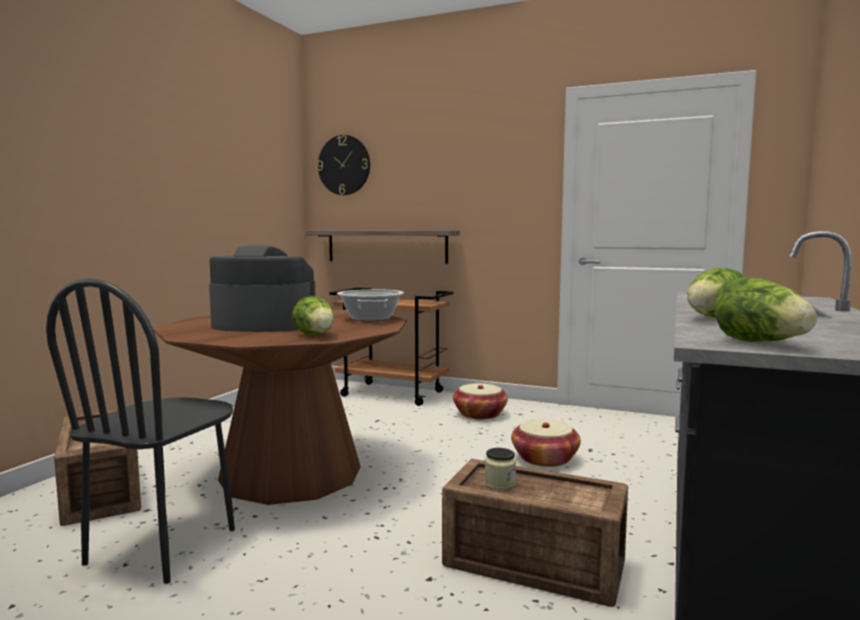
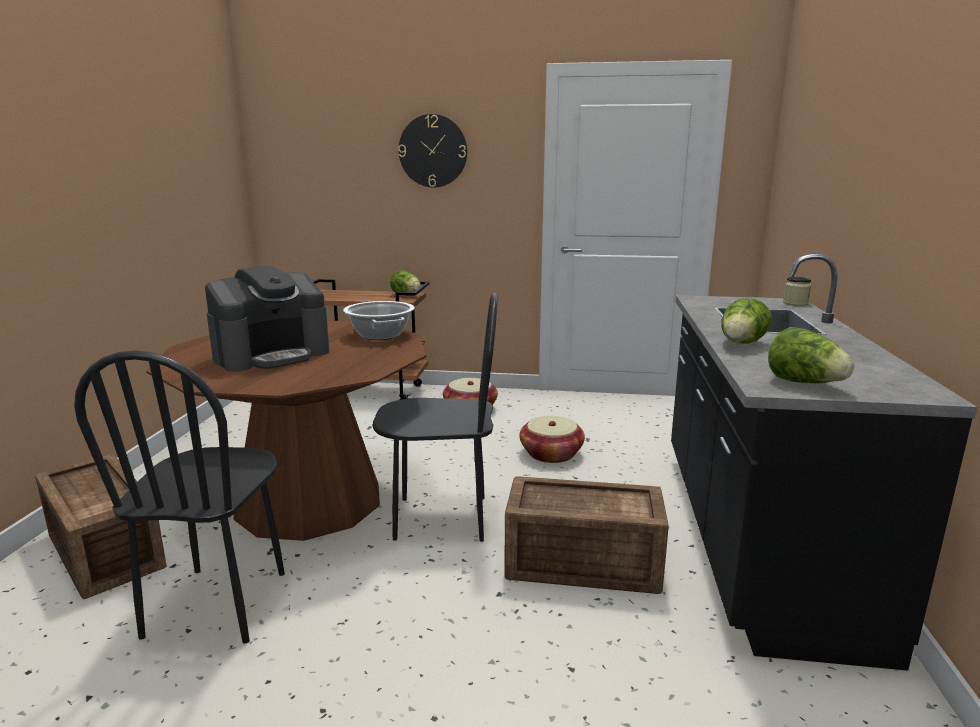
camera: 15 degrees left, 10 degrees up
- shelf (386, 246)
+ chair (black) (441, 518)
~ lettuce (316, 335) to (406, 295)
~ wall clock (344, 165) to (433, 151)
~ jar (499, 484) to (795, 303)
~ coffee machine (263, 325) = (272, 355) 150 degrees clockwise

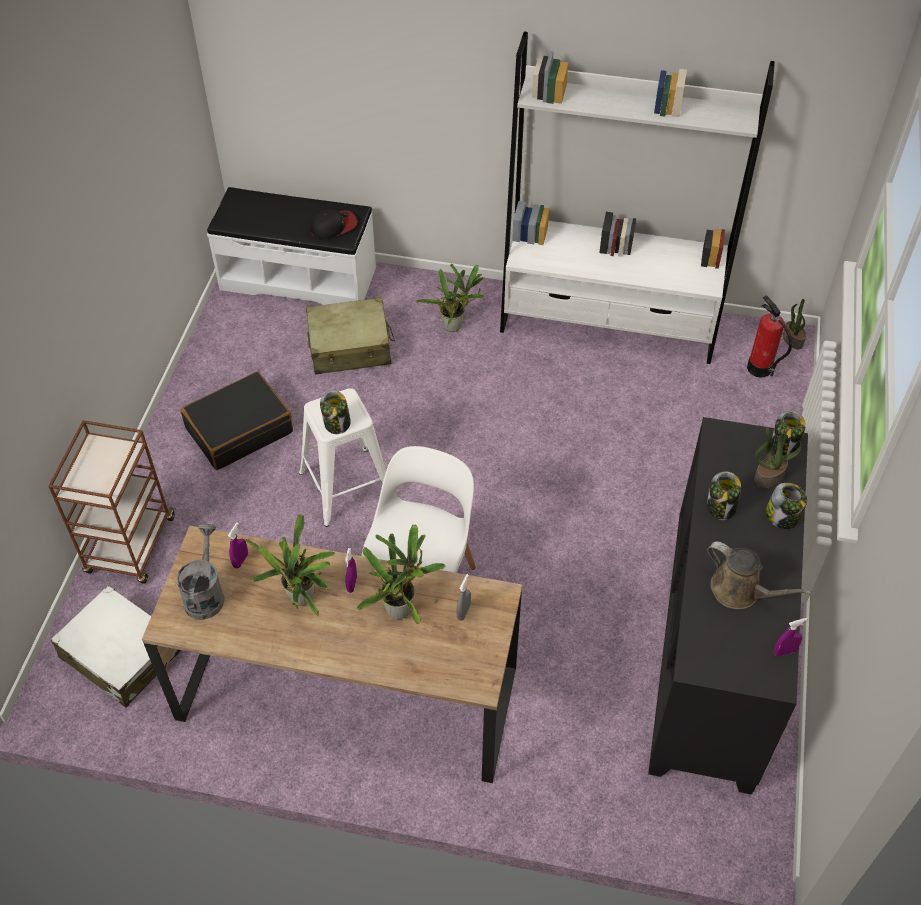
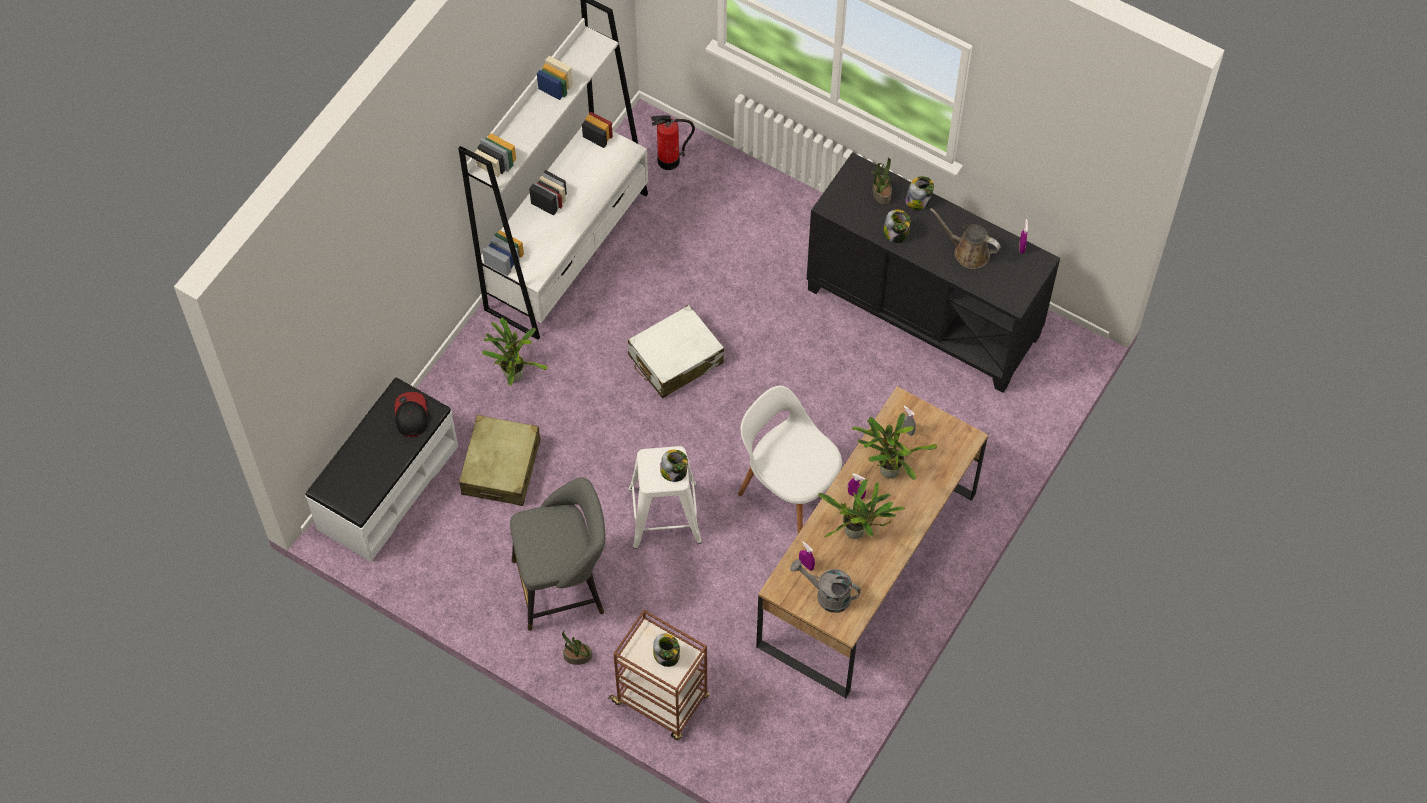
camera: 70 degrees left, 10 degrees up
~ suitcase (white) (120, 655) to (675, 359)
~ jar (785, 447) to (667, 655)
~ potted plant (792, 339) to (577, 657)
~ suitcase (black) (239, 430) to stool (grey) (564, 585)
~ watering can (brown) (740, 591) = (968, 252) 120 degrees counterclockwise

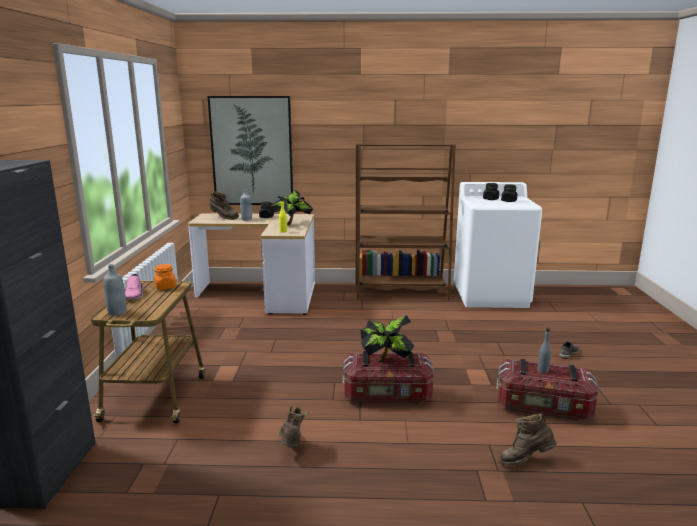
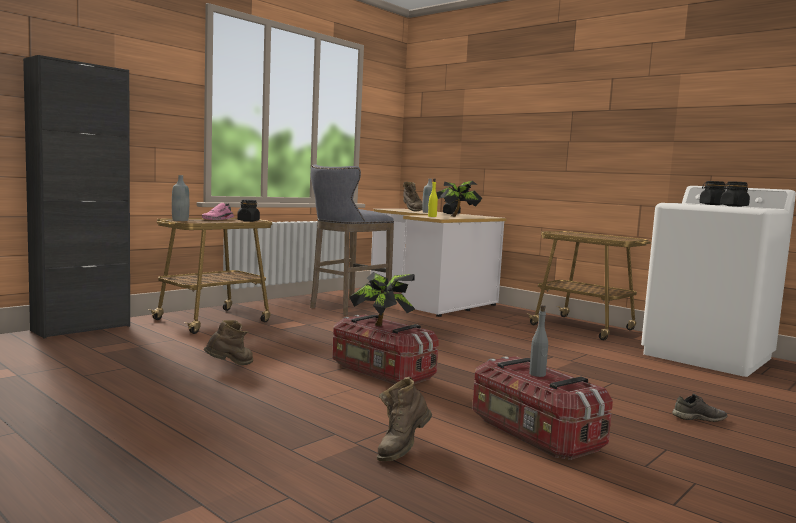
camera: 40 degrees right, 10 degrees down
- picture (252, 151)
+ stool (grey) (347, 308)
~ bookcase (brown) (401, 292) to cart (584, 328)
~ jar (orange) (165, 287) to jar (black) (248, 221)
~ boot (brown) (525, 460) = (401, 450) 90 degrees counterclockwise

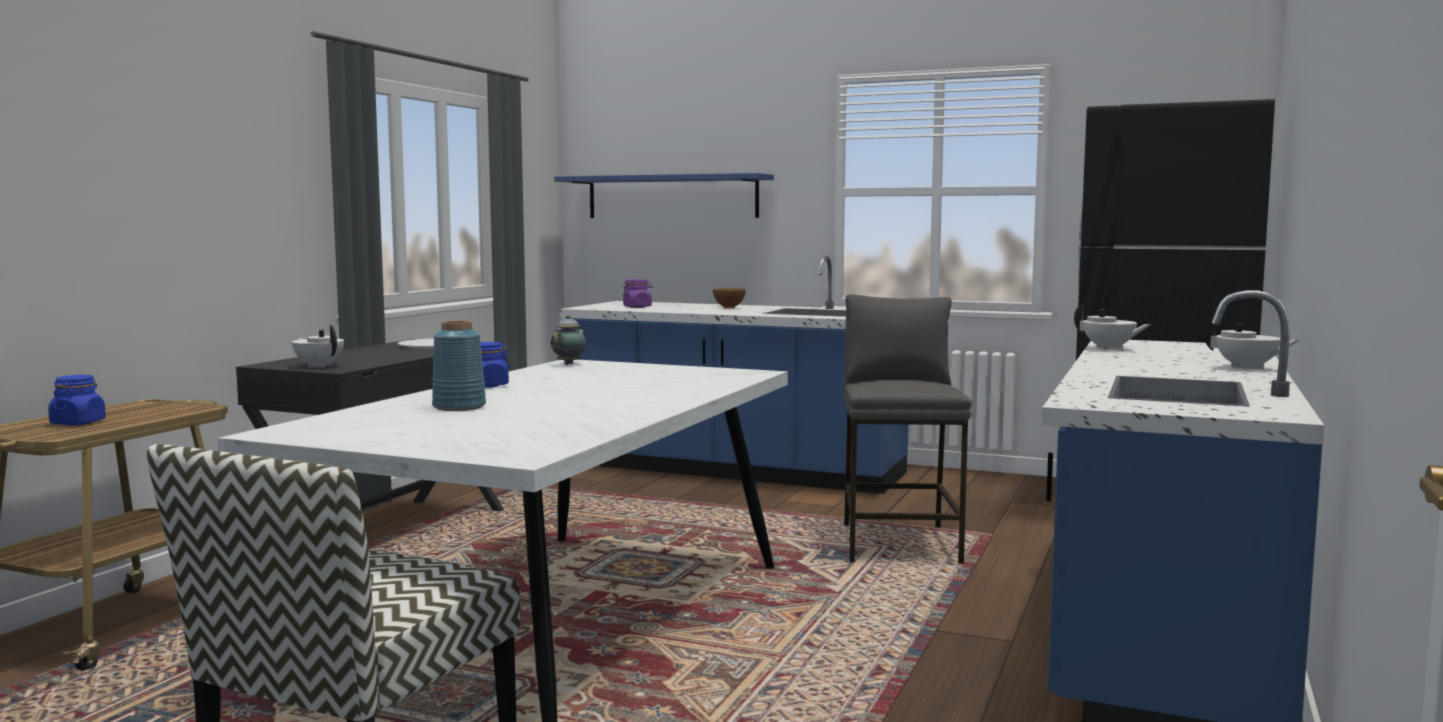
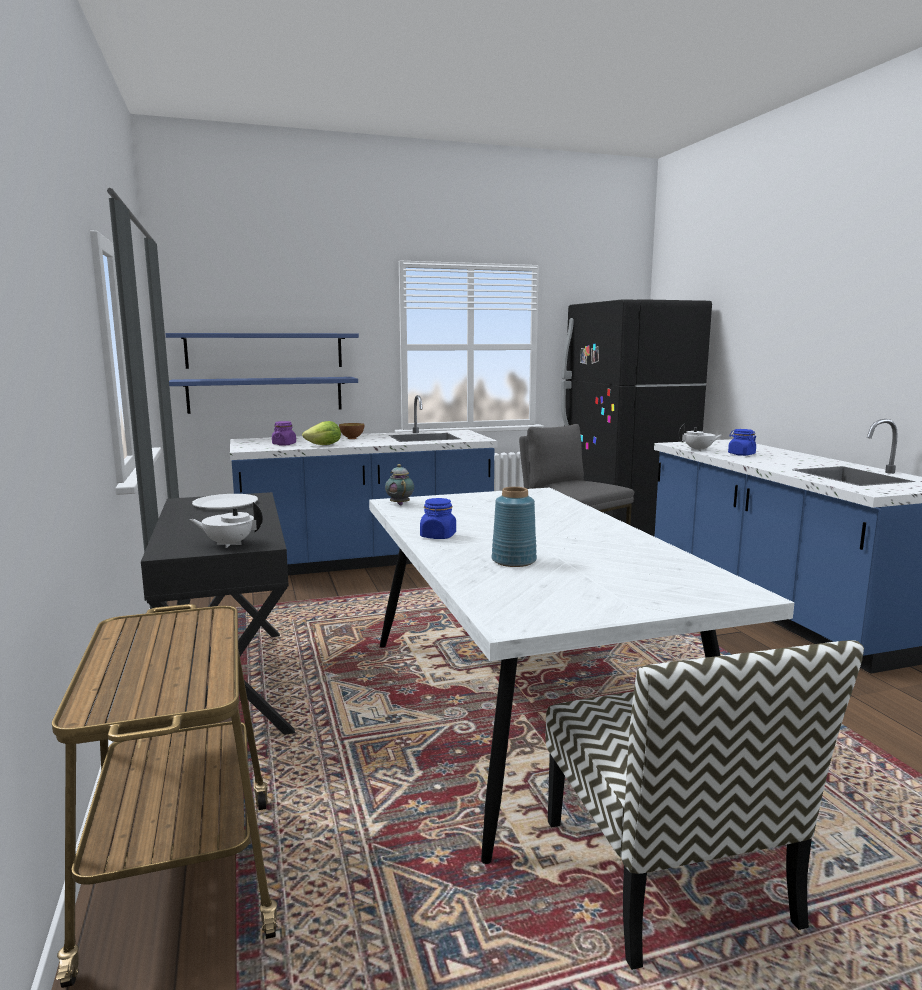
camera: 40 degrees left, 5 degrees up
- teapot (white) (1247, 368)
+ shelf (blue) (265, 394)
+ lettuce (324, 445)
~ jar (blue) (78, 423) to (741, 454)

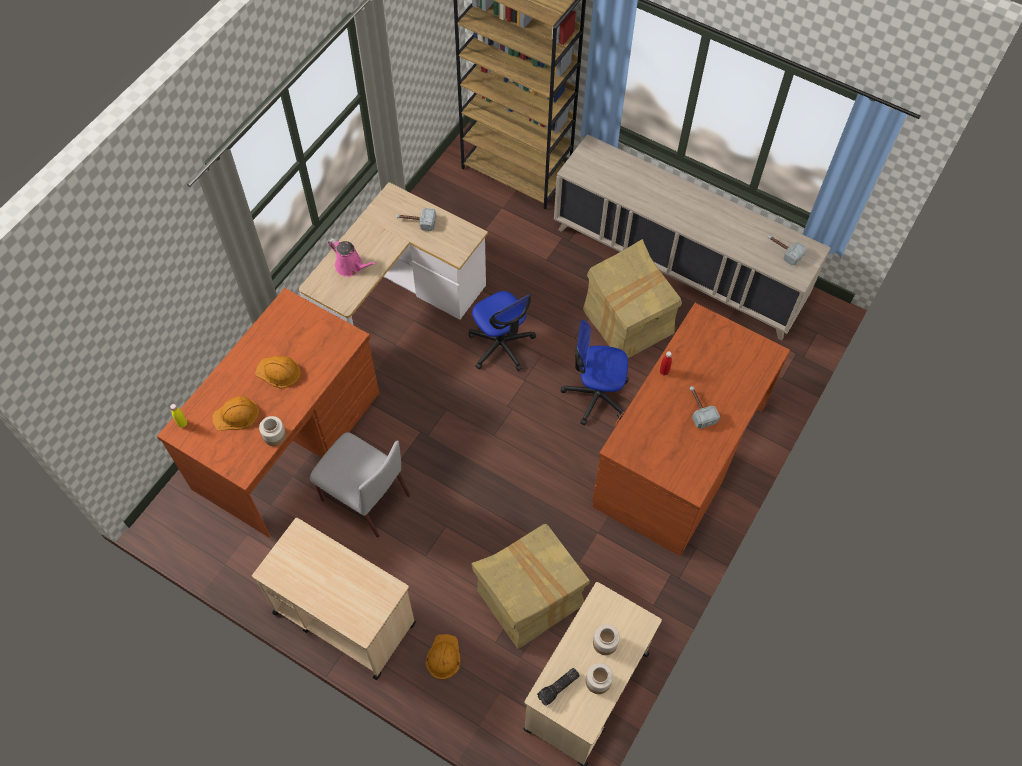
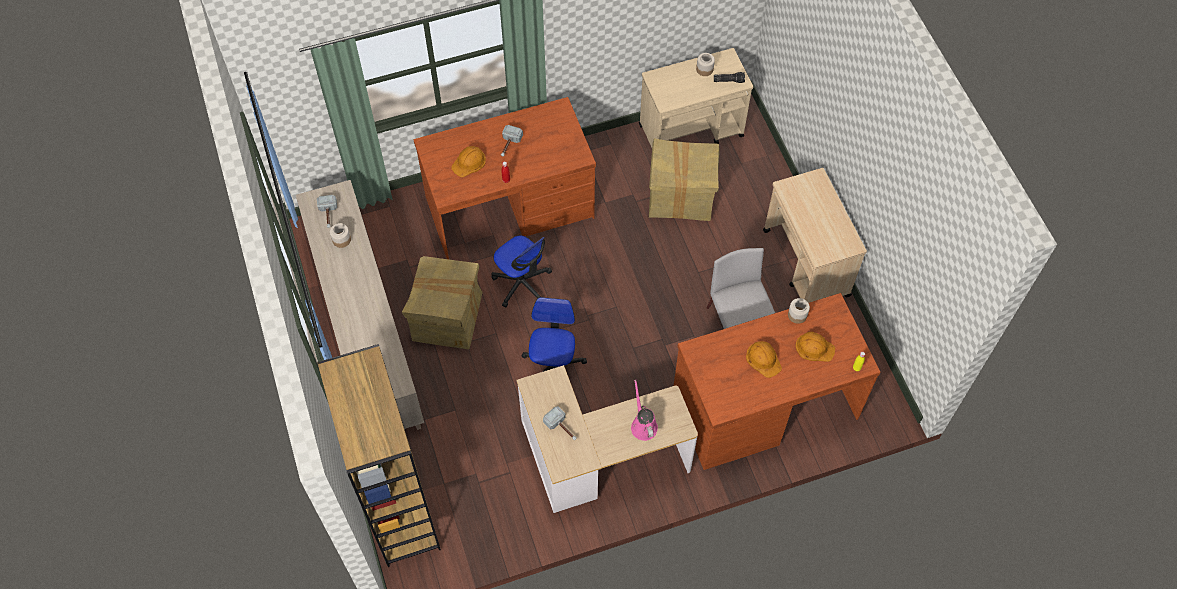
camera: 140 degrees left, 0 degrees up
~ hard hat (orange) (443, 657) to (469, 162)
~ jar (605, 642) to (341, 240)

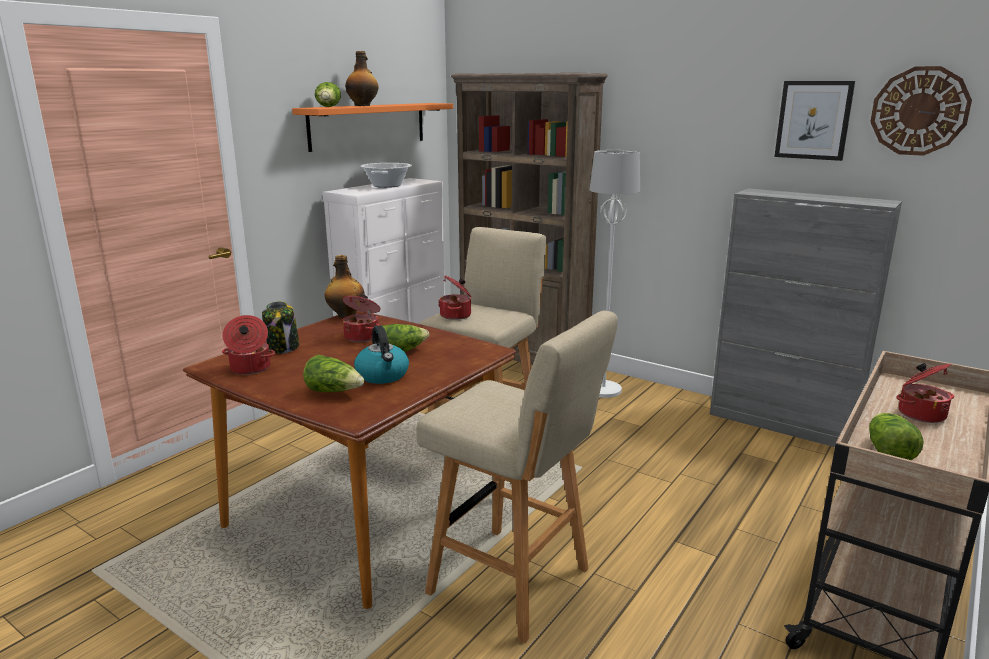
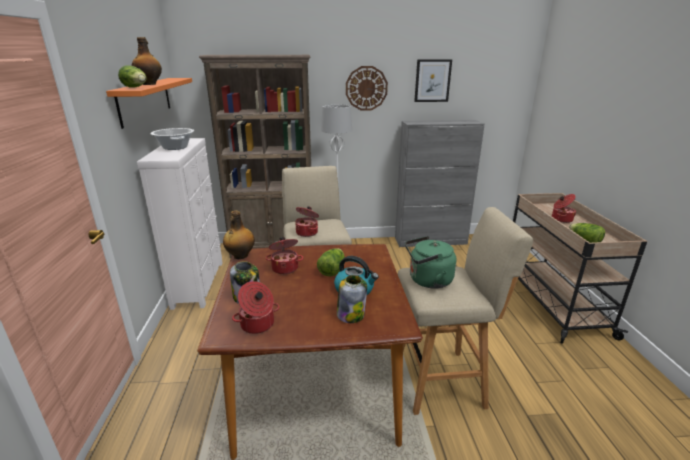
camera: 40 degrees left, 5 degrees up
+ kettle (green) (427, 281)
~ wall clock (919, 111) to (366, 88)
~ lettuce (334, 391) to jar (351, 315)

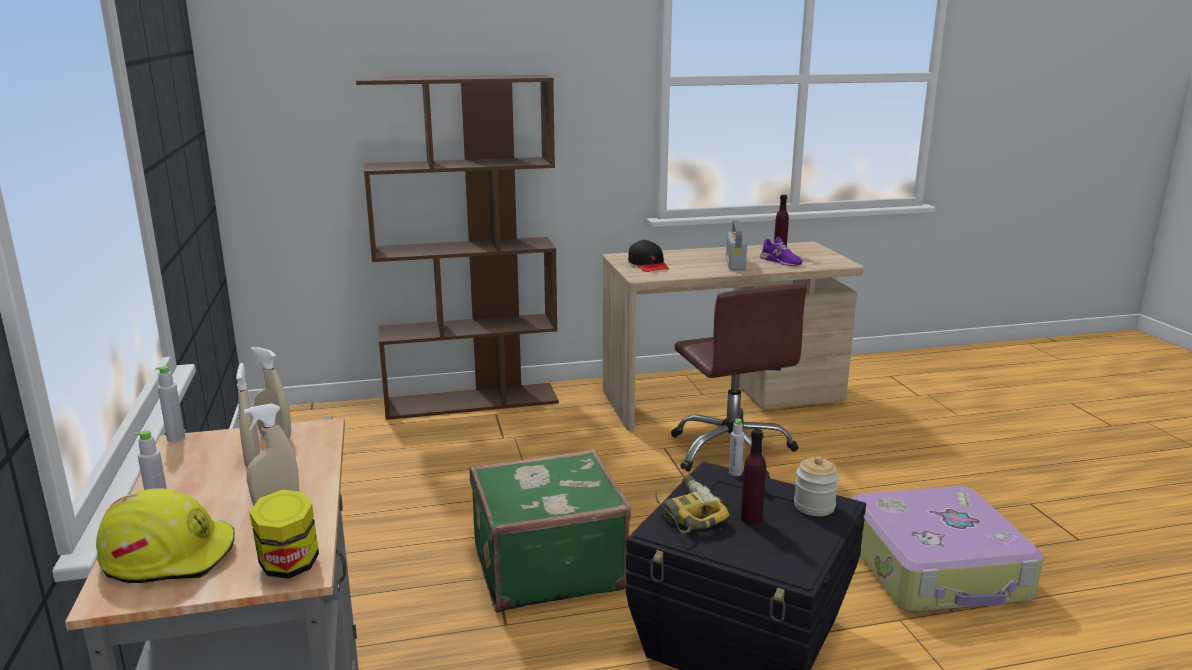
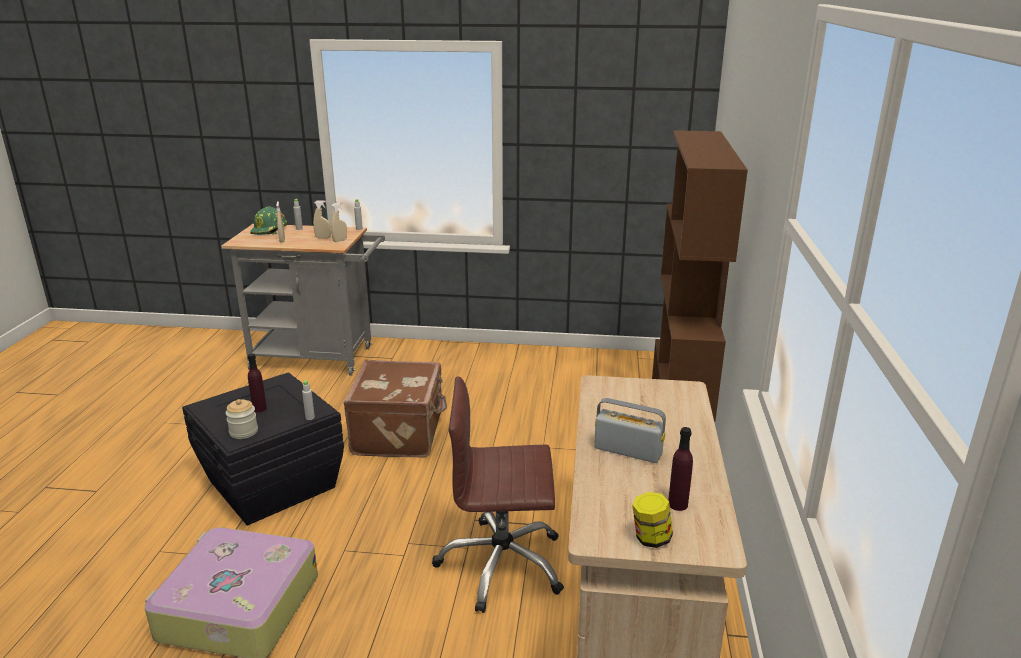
camera: 110 degrees right, 5 degrees up
- cap (black) (648, 265)
- power drill (686, 513)
- shoe (purple) (780, 261)
~ jar (289, 566) to (650, 538)
~ hard hat (yellow) (170, 555) to hard hat (green) (270, 230)
~ suitcase (green) (546, 567) to suitcase (brown) (400, 433)

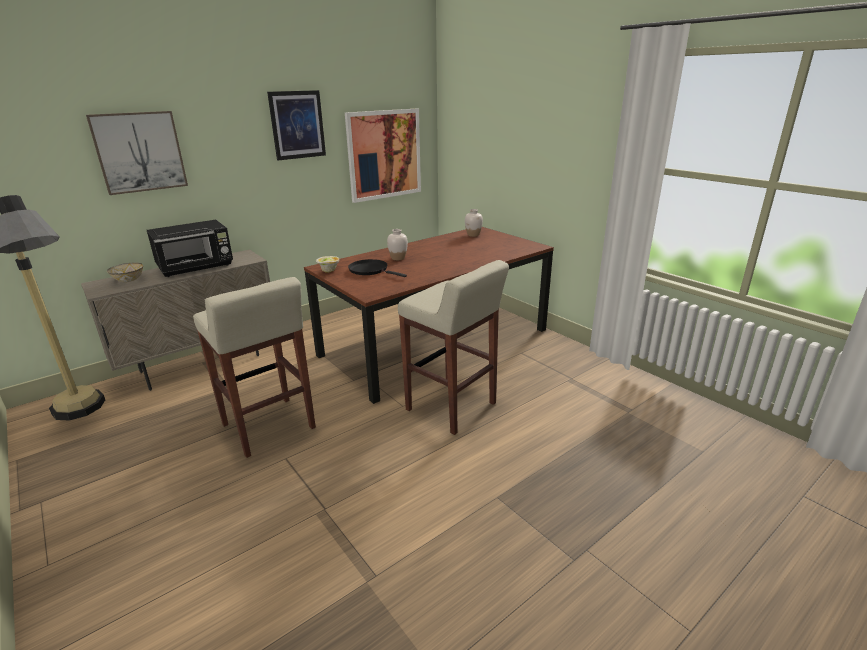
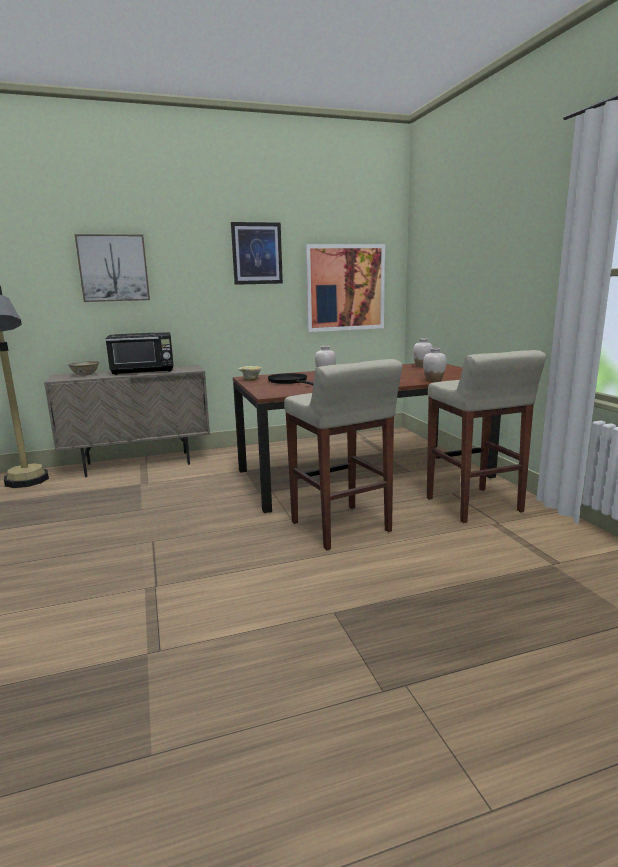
camera: 20 degrees right, 10 degrees down
+ vase (white) (433, 381)
~ stool (beige) (269, 427) to (474, 505)

